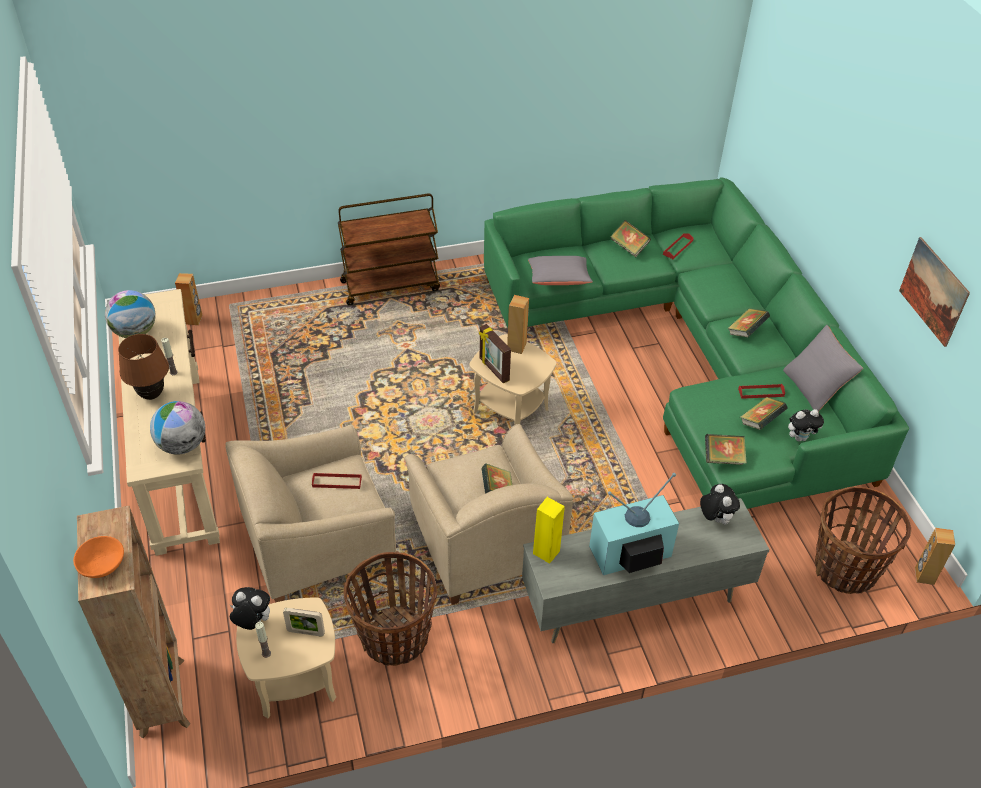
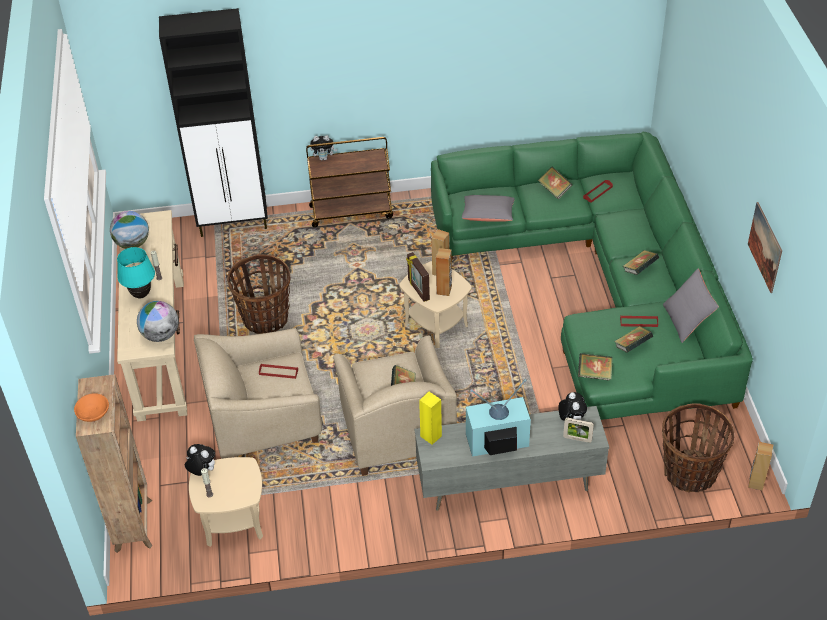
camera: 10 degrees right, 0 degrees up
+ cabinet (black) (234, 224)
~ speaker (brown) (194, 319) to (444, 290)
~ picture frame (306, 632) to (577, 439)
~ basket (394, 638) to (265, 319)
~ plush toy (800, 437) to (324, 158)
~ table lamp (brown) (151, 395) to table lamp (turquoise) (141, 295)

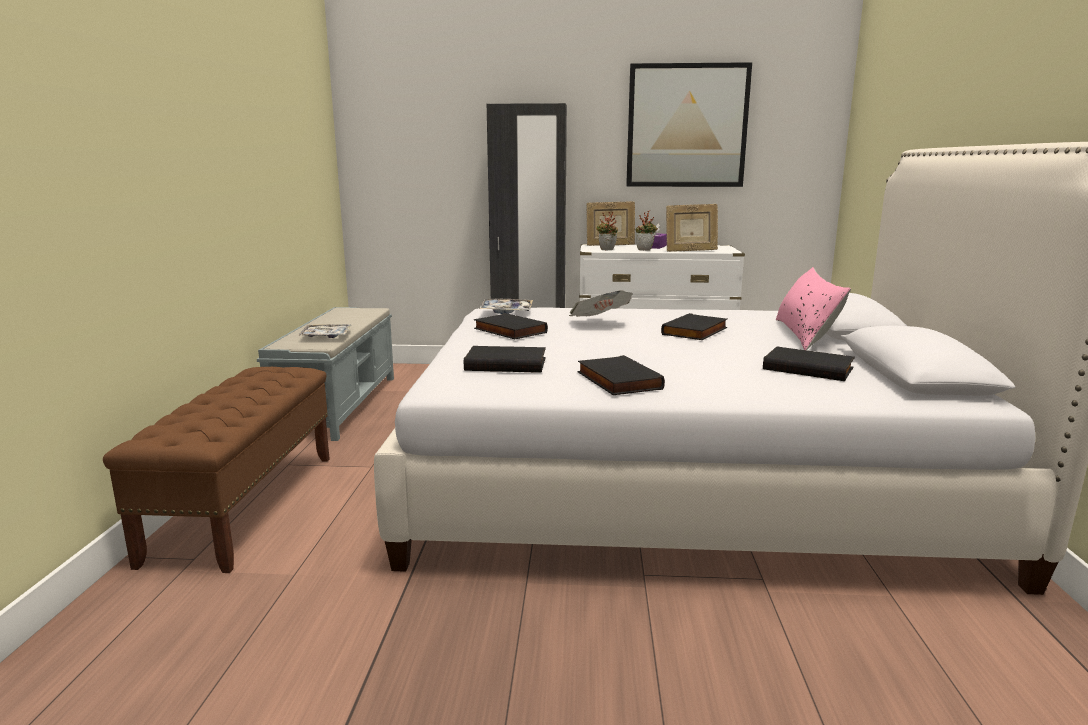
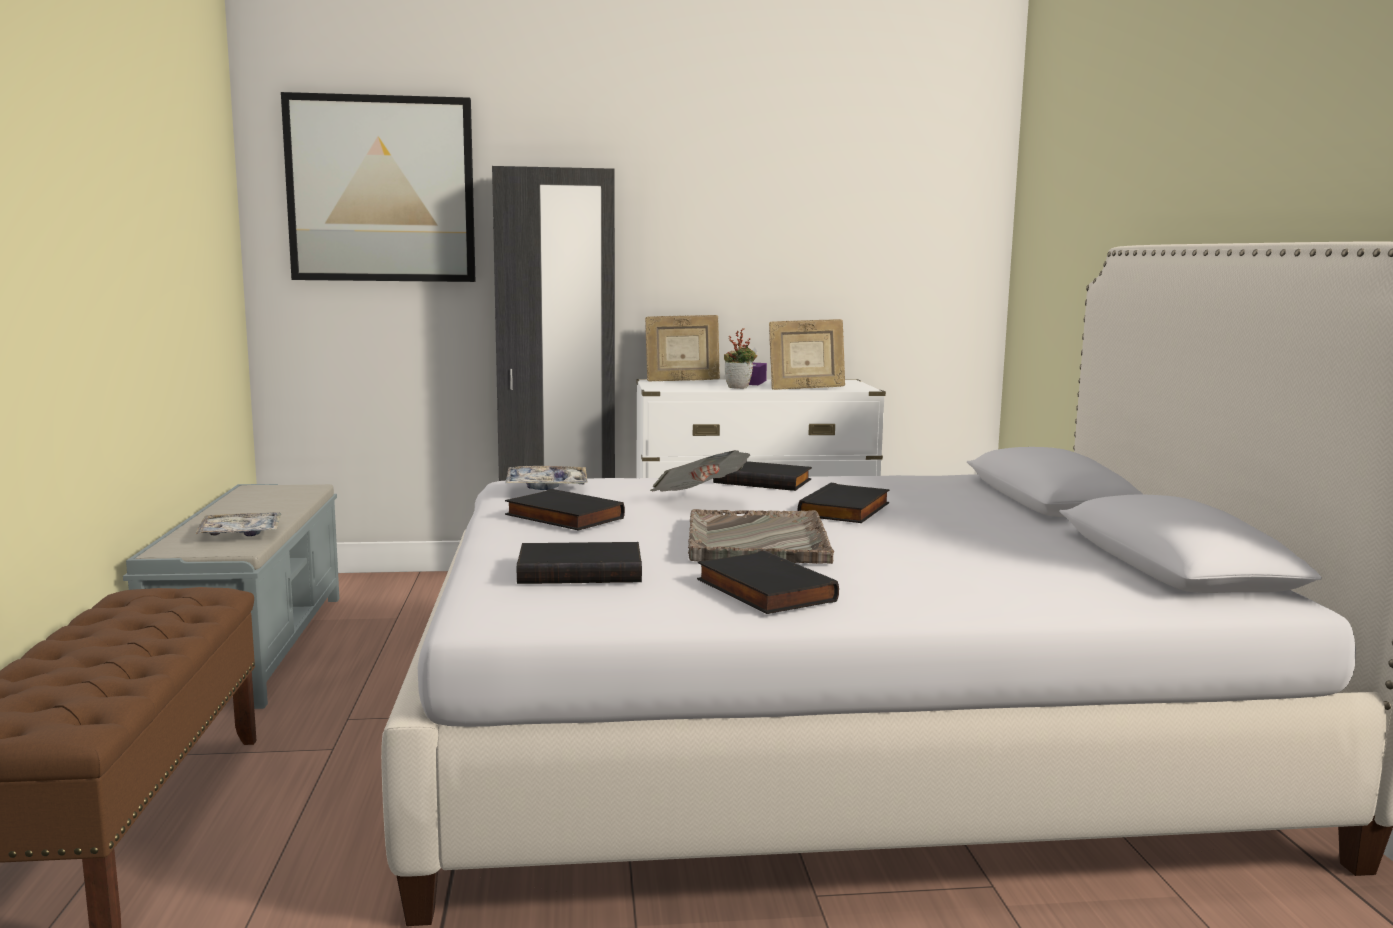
camera: 10 degrees left, 5 degrees down
- potted plant (606, 250)
- pillow (pink) (806, 334)
+ tray (grey) (756, 541)
~ picture (686, 126) to (381, 189)
~ book (black) (809, 368) to (764, 481)

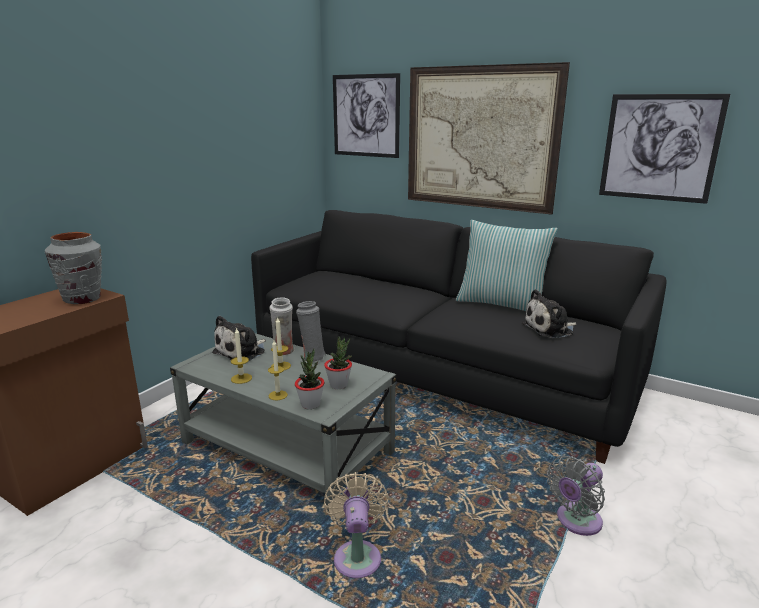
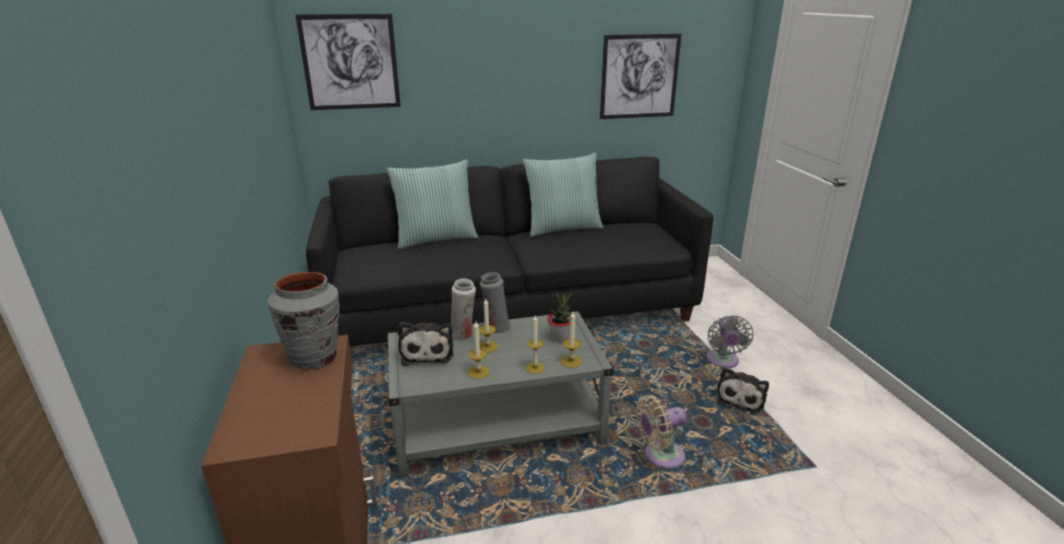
camera: 45 degrees left, 5 degrees up
- picture (480, 138)
+ pillow (436, 239)
~ plush toy (550, 329) to (740, 398)
~ potted plant (310, 404) to candle (571, 361)
~ fan (beige) (357, 555) = (660, 456) 60 degrees counterclockwise

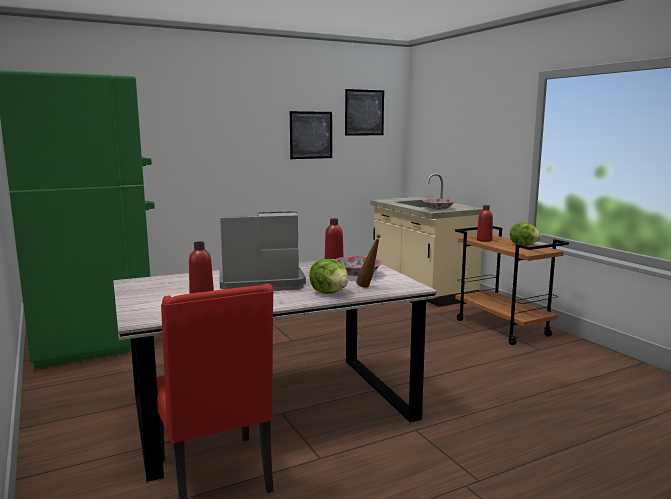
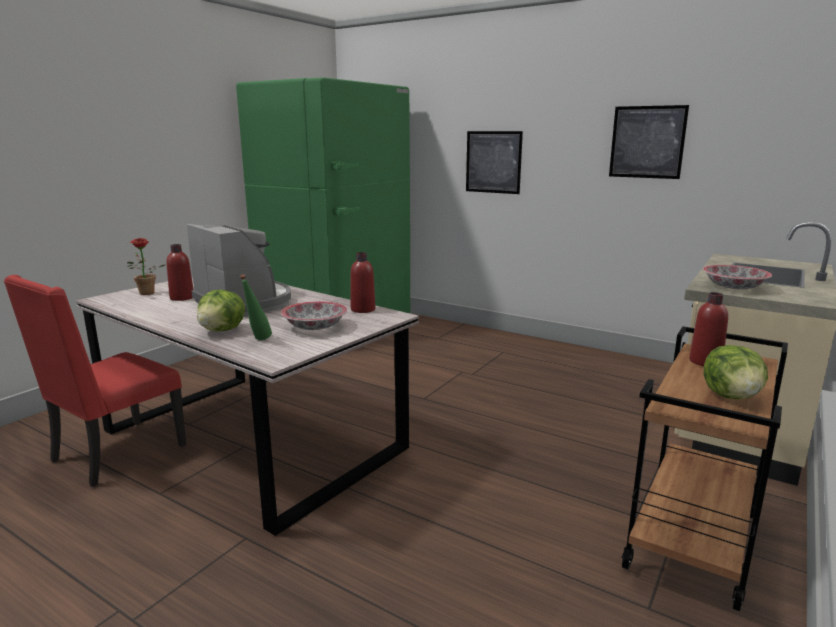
camera: 60 degrees right, 5 degrees up
+ potted plant (146, 294)
~ picture (364, 112) to (493, 162)
~ bottle (brown) (368, 287) to bottle (green) (258, 340)

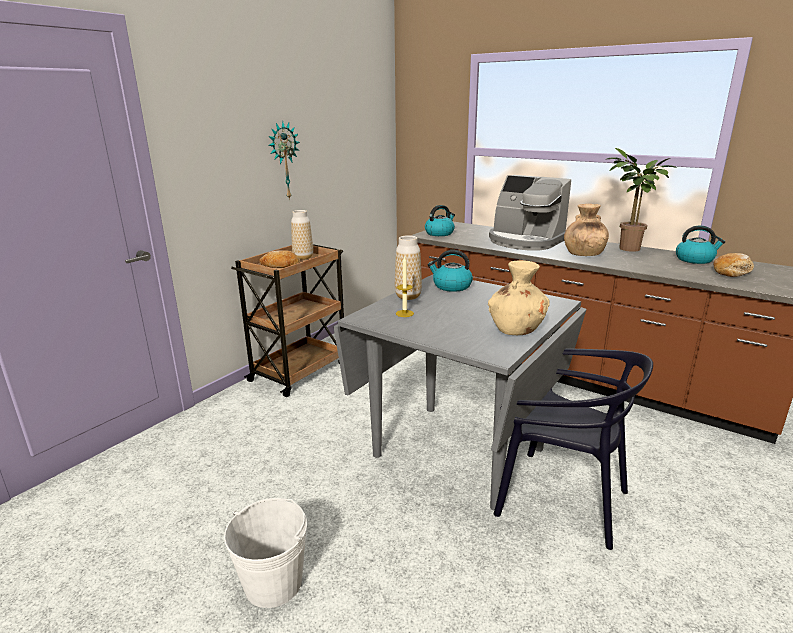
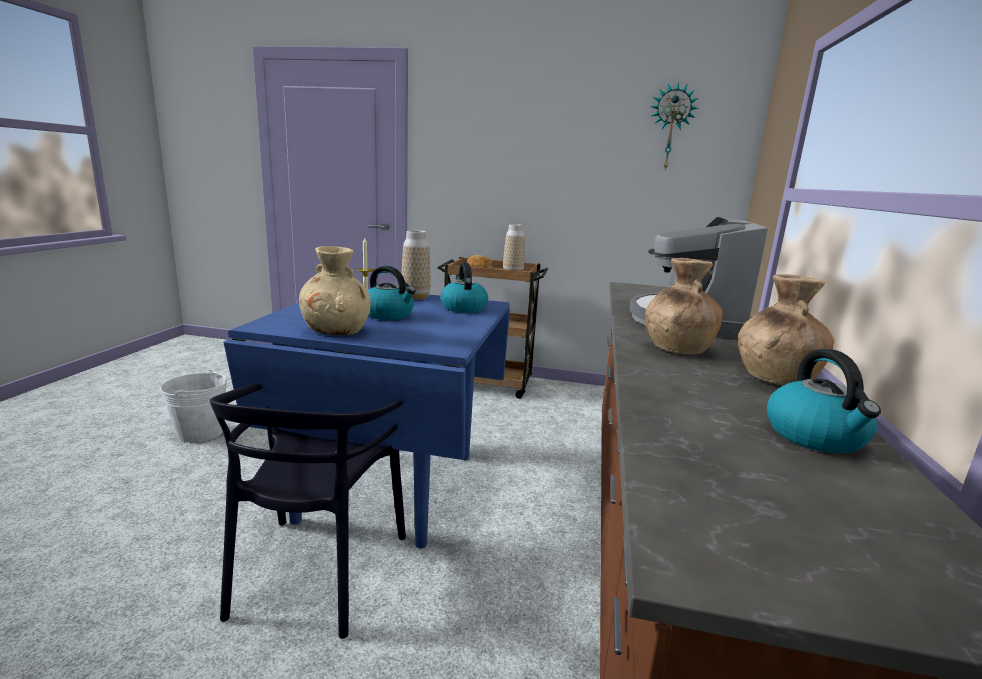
camera: 65 degrees right, 5 degrees down
- bread (732, 272)
~ wall clock (283, 161) to (671, 127)
~ kettle (439, 233) to (388, 314)
~ potted plant (627, 249) to vase (brown) (774, 378)
~ dining table (grey) (459, 451) to dining table (blue) (391, 486)

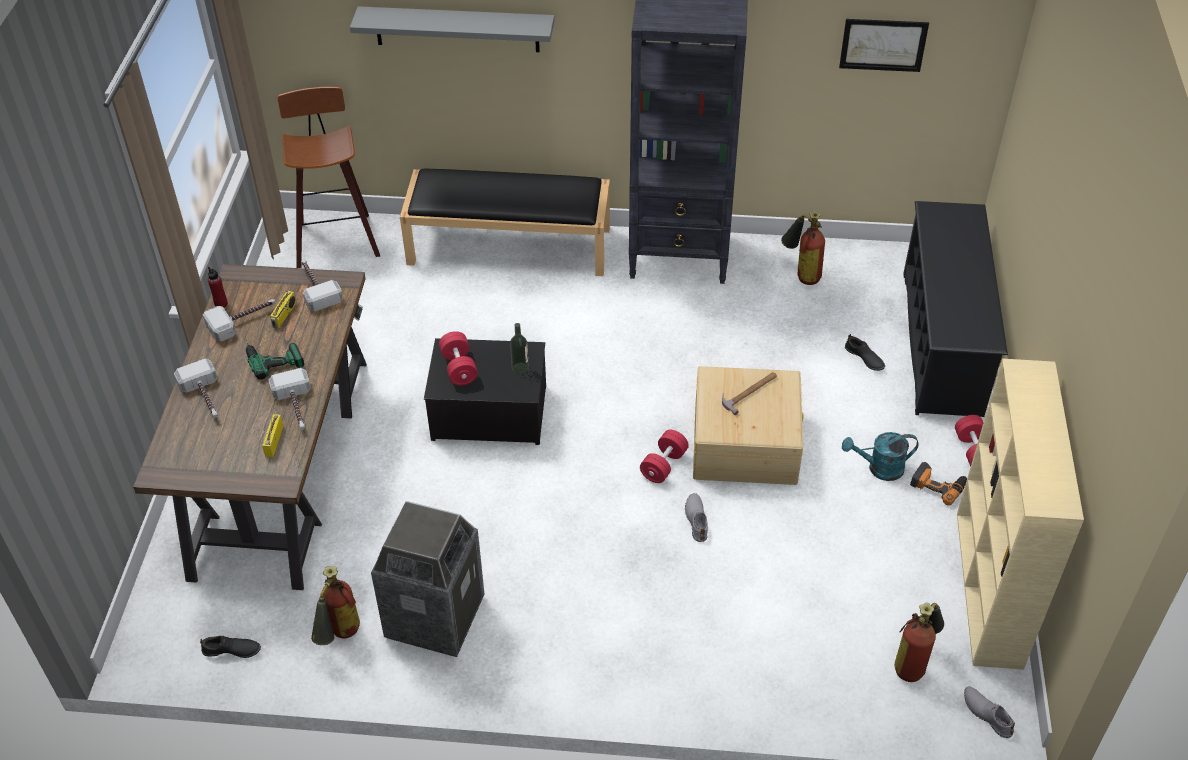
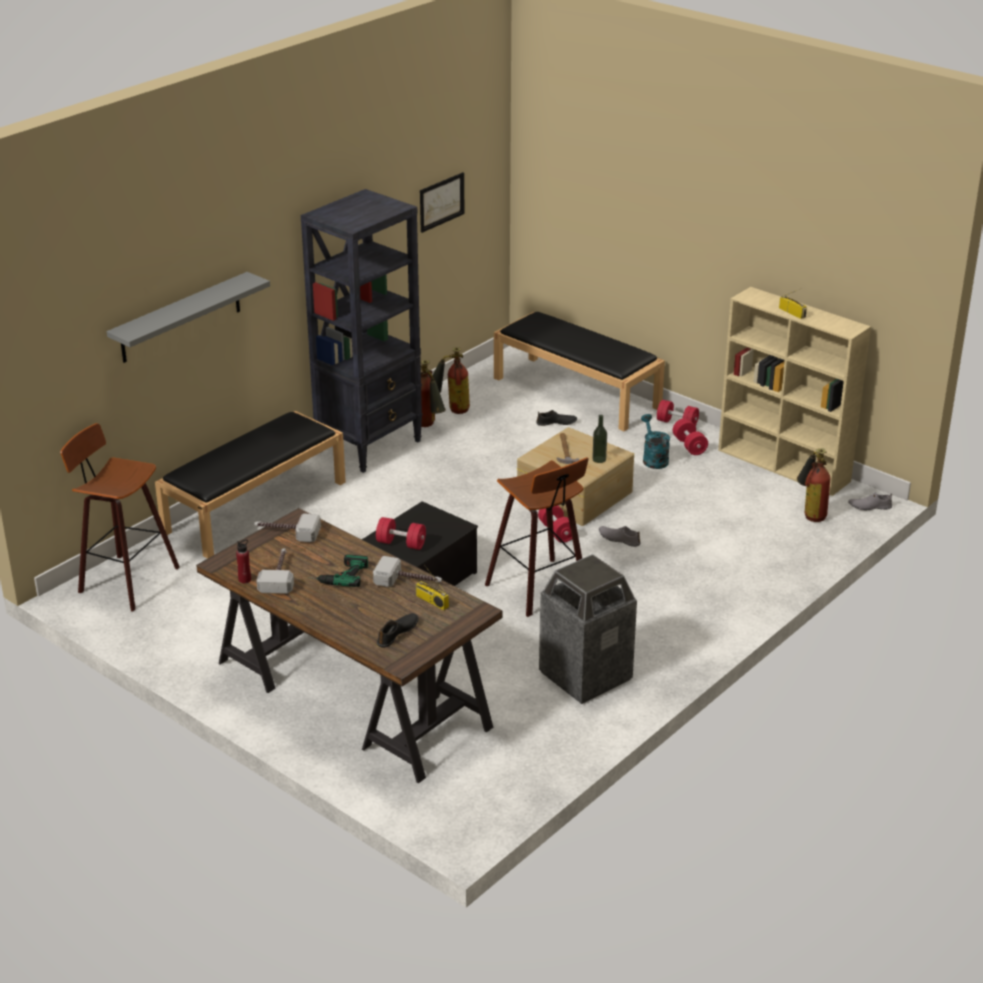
camera: 55 degrees left, 15 degrees down
- hammer (205, 398)
+ stool (540, 589)
~ shoe (black) (232, 651) to (397, 633)
~ radio (284, 315) to (793, 313)
~ fire extinguisher (339, 638) to (429, 426)
~ bottle (520, 368) to (599, 459)
~ shoe rack (black) (942, 343) to bench (black) (577, 393)
~ power drill (938, 485) to dumbbell (red) (689, 446)
~ watering can (turquoise) (879, 468) = (653, 459) 135 degrees clockwise

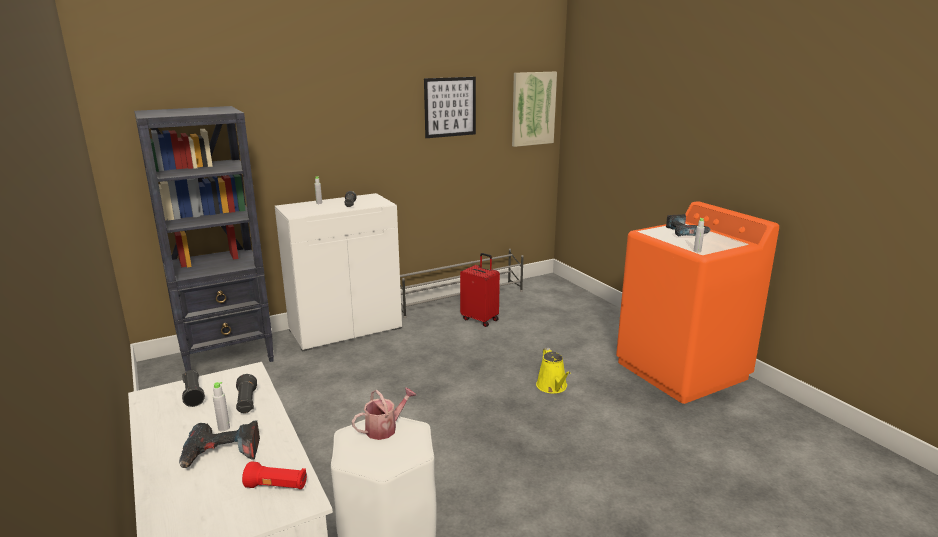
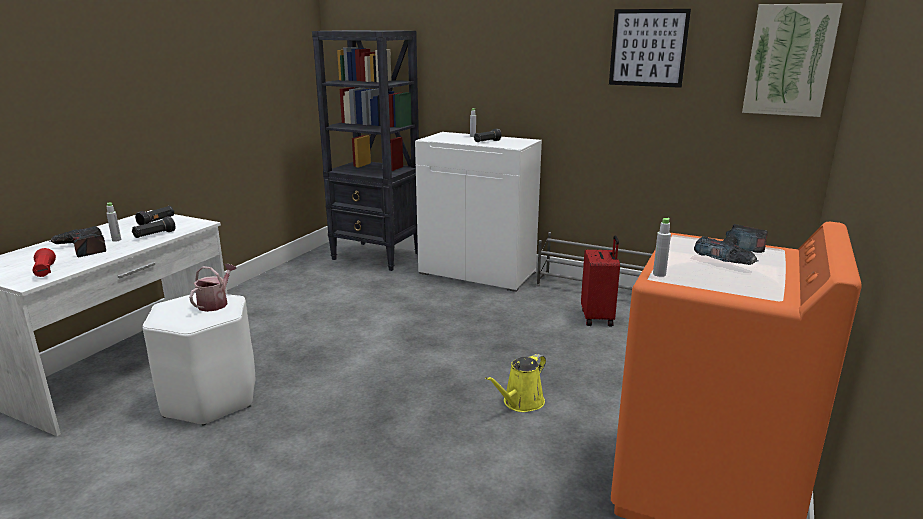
camera: 55 degrees right, 0 degrees up
~ watering can (385, 428) = (215, 303) 90 degrees counterclockwise

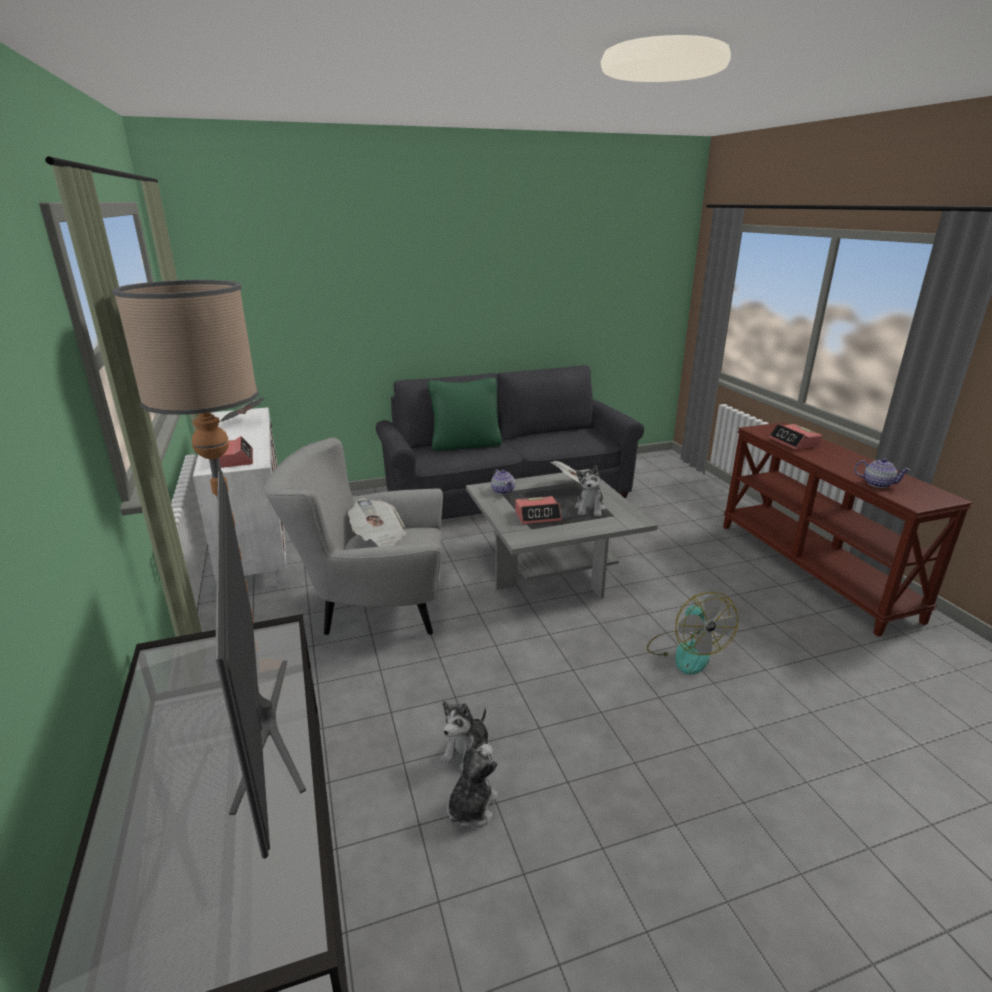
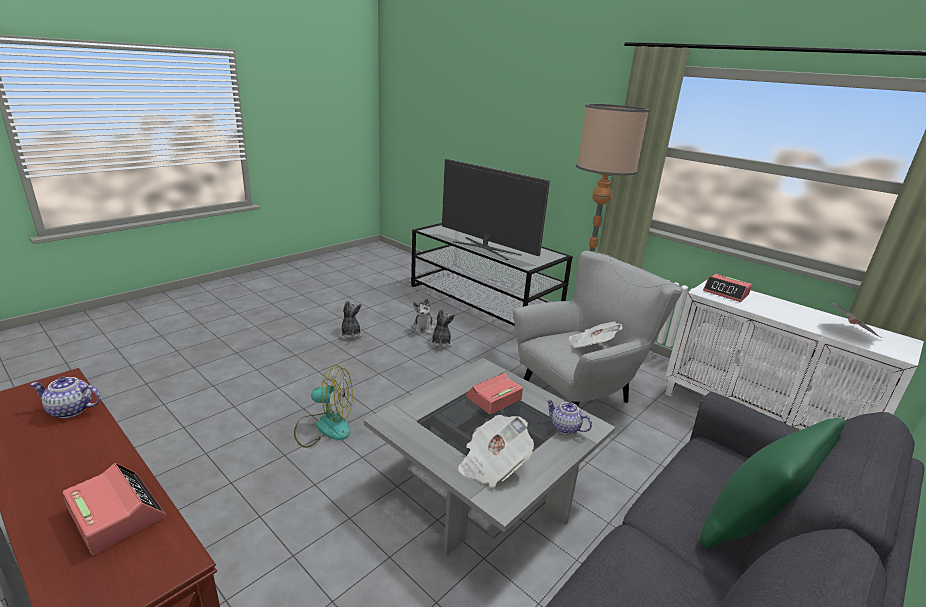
camera: 150 degrees right, 0 degrees up
~ plush toy (590, 508) to (350, 334)
~ fan (686, 651) = (324, 427) 135 degrees clockwise

